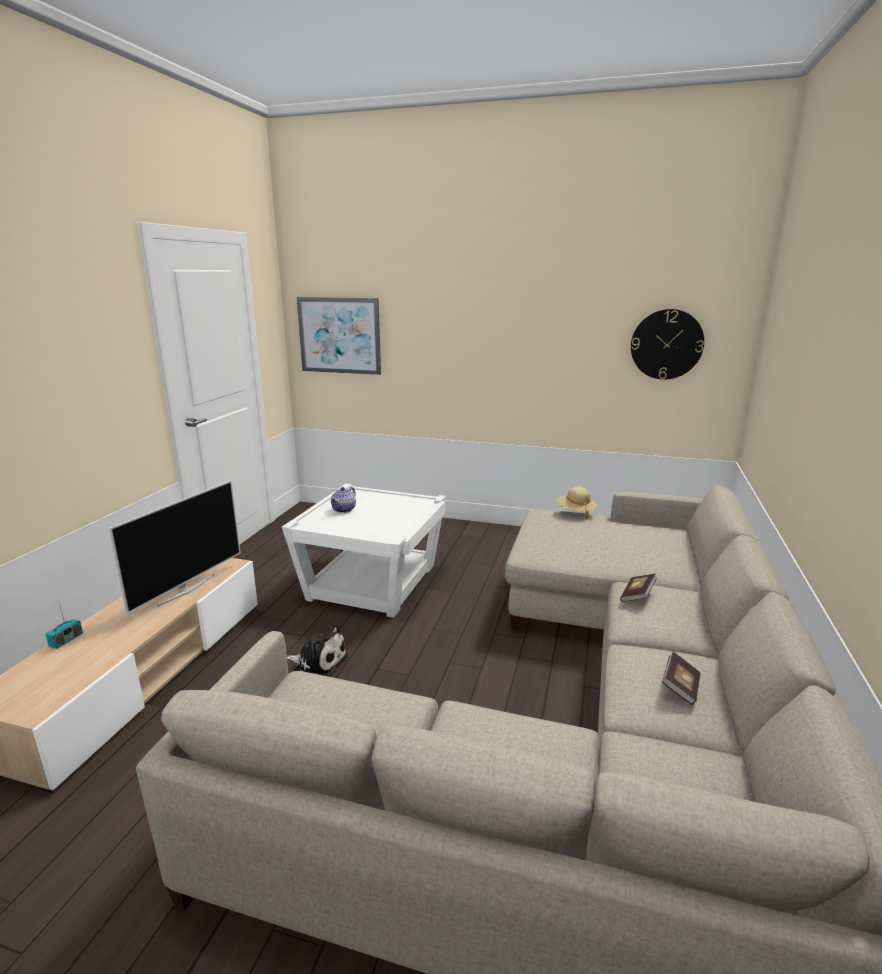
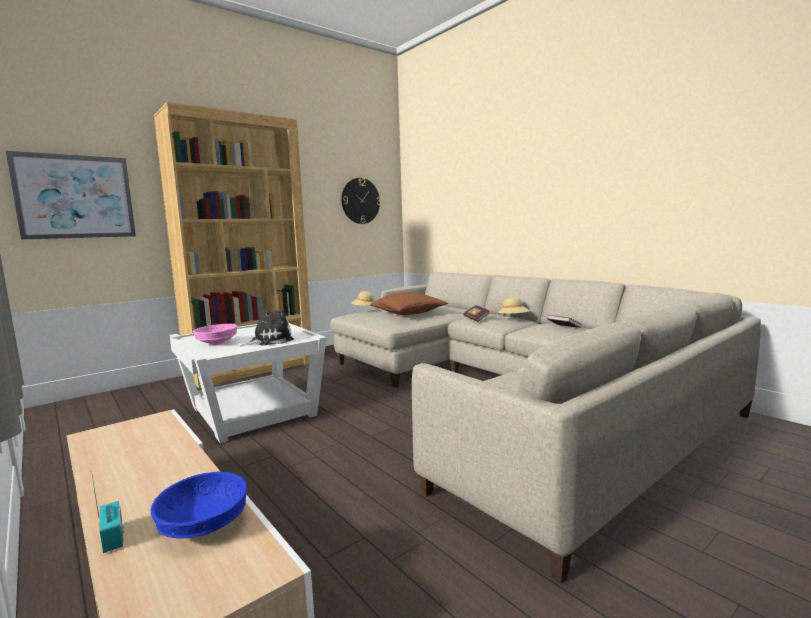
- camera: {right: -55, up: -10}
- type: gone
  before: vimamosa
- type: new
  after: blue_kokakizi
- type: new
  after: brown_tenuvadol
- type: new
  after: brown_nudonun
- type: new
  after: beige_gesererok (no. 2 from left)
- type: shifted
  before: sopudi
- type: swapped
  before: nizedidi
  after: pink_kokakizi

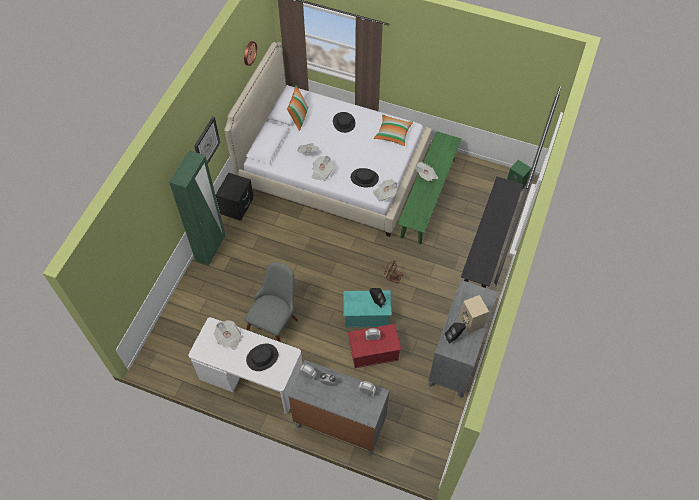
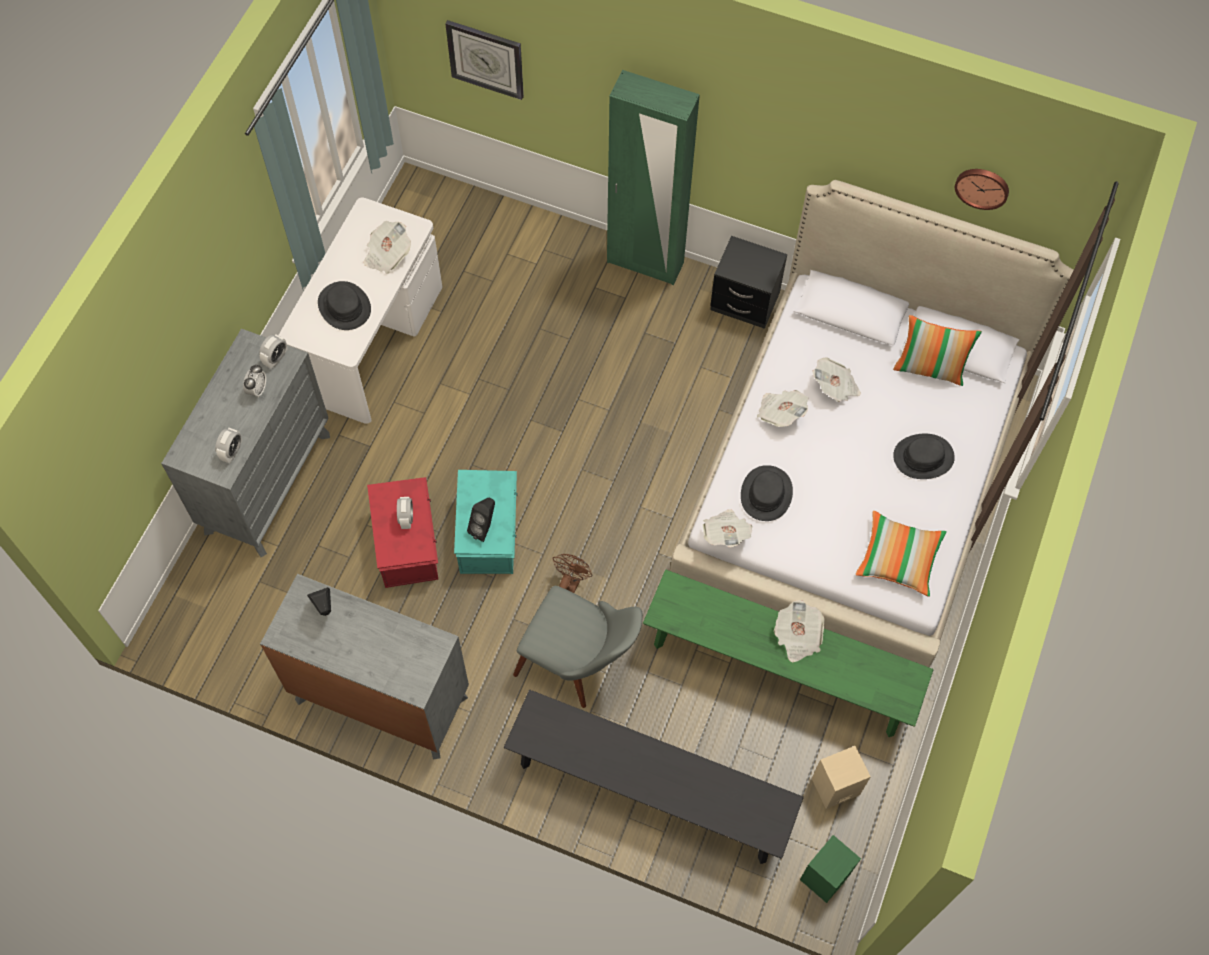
- camera: {right: 90, up: 5}
- type: shifted
  before: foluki (no. 1 from left)
- type: shifted
  before: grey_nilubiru
- type: shifted
  before: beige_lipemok

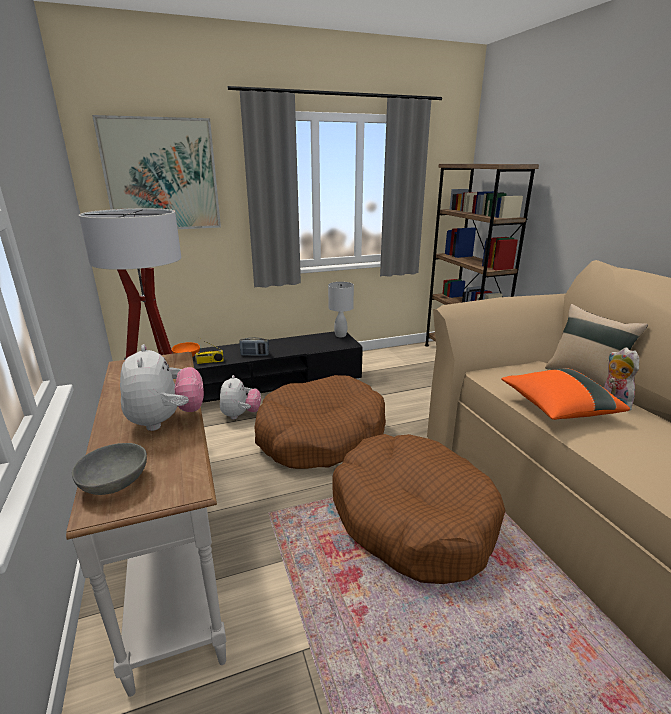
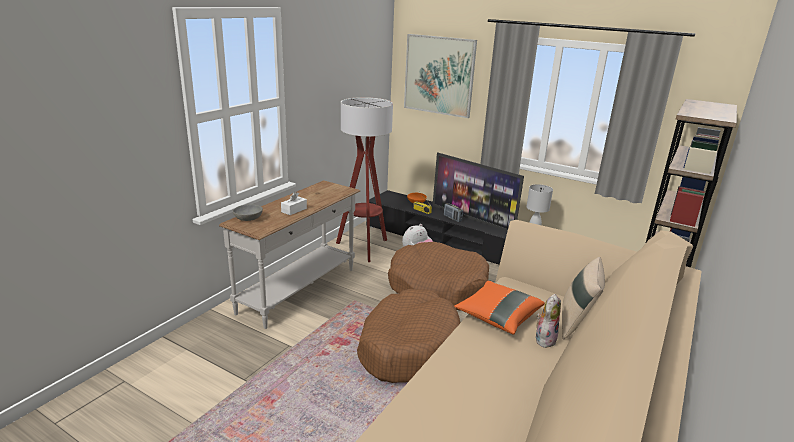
- camera: {right: 50, up: 0}
- type: new
  after: vimamosa
- type: swapped
  before: sopudi (no. 1 from left)
  after: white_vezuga

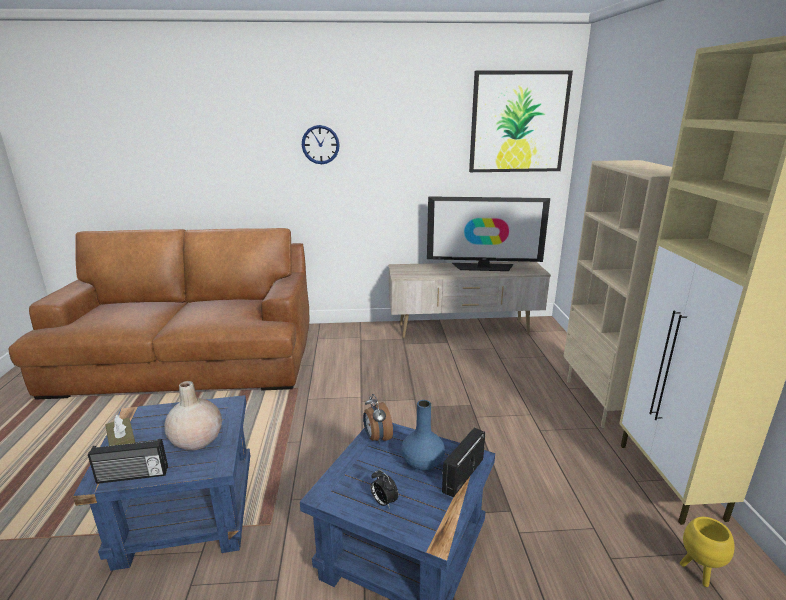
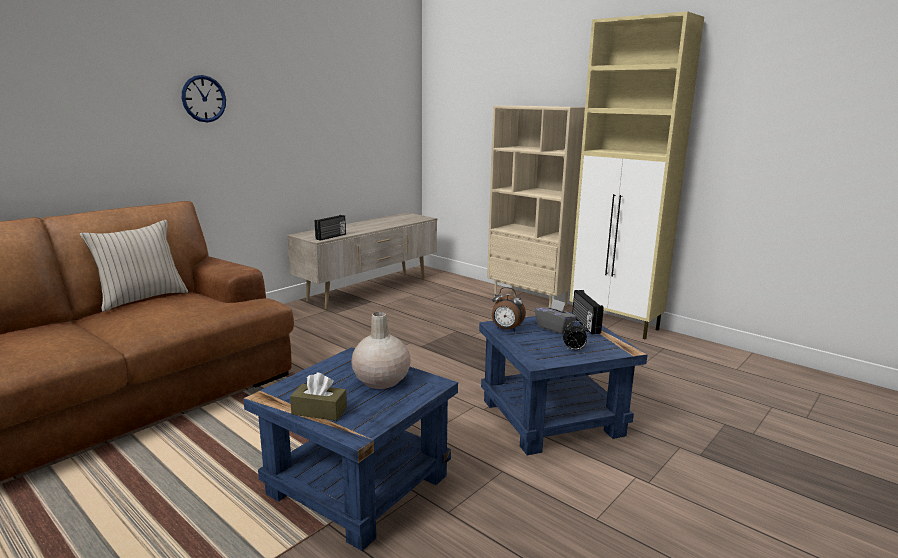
- camera: {right: -45, up: -5}
- type: gone
  before: vimamosa
- type: gone
  before: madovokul
- type: gone
  before: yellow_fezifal
- type: new
  after: beige_nudonun
- type: shifted
  before: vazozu (no. 1 from left)
- type: swapped
  before: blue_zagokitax
  after: grey_vezuga

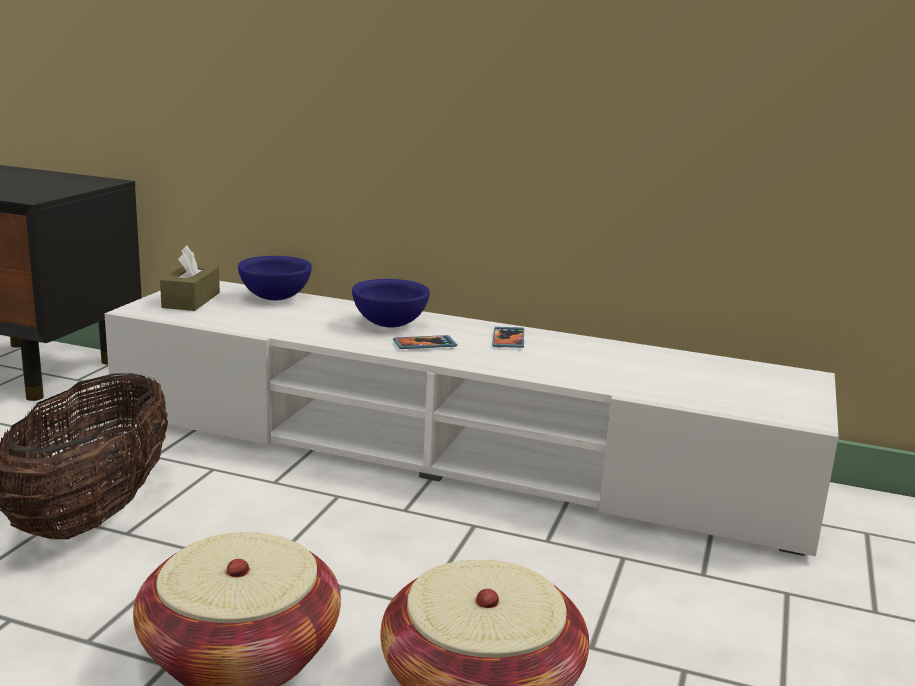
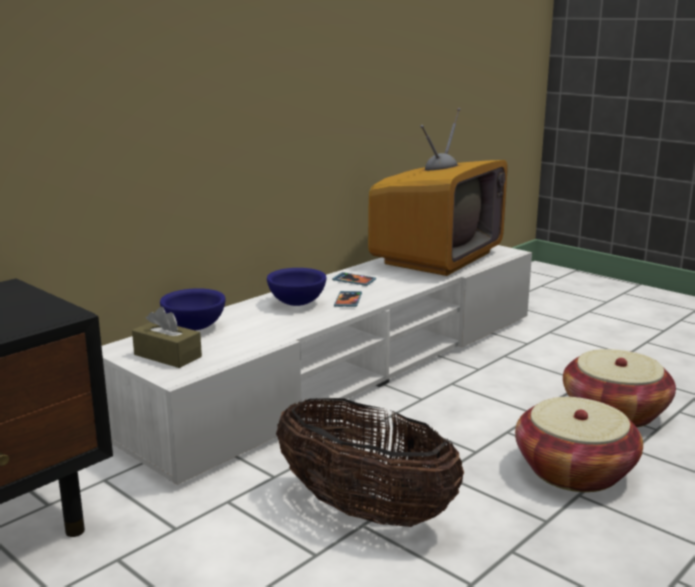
- camera: {right: -65, up: 0}
- type: new
  after: vimamosa

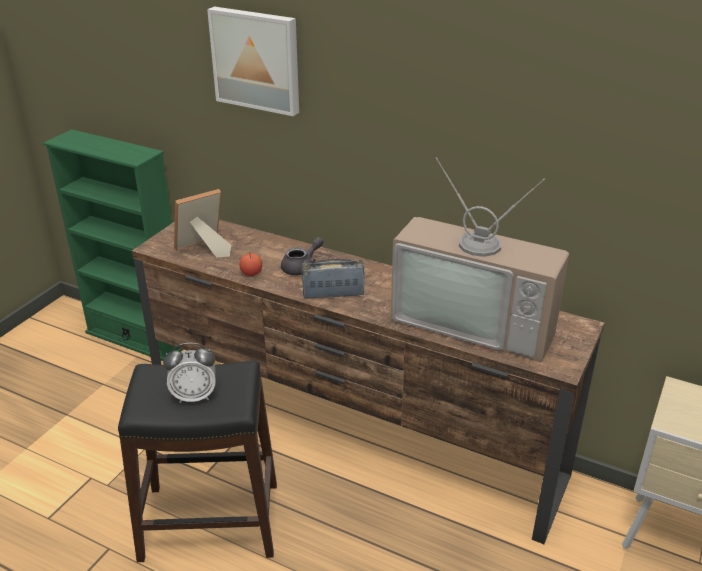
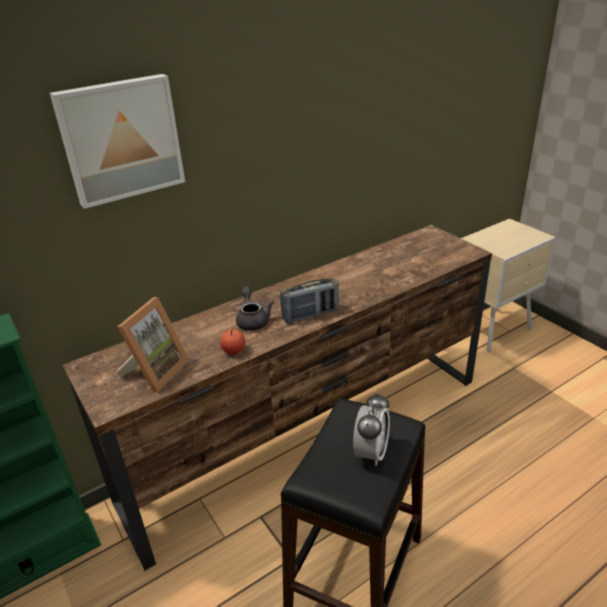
- camera: {right: -60, up: 0}
- type: gone
  before: vimamosa
- type: rotated
  before: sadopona
  turn: -150
- type: rotated
  before: vazozu
  turn: -135

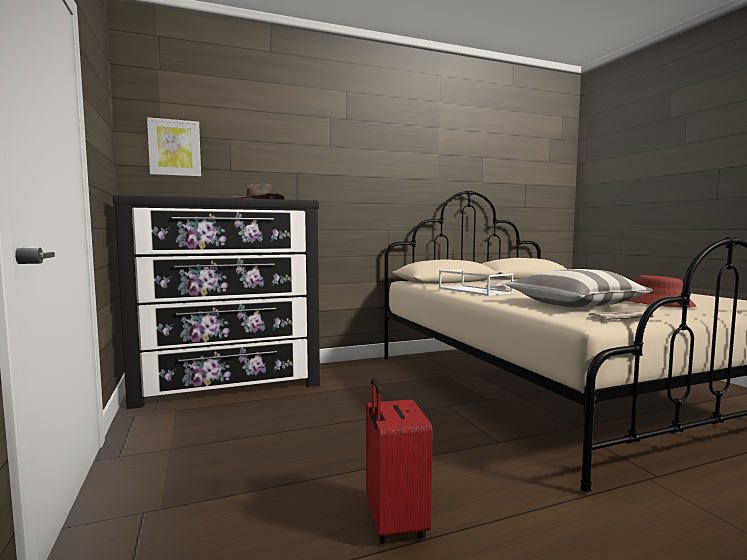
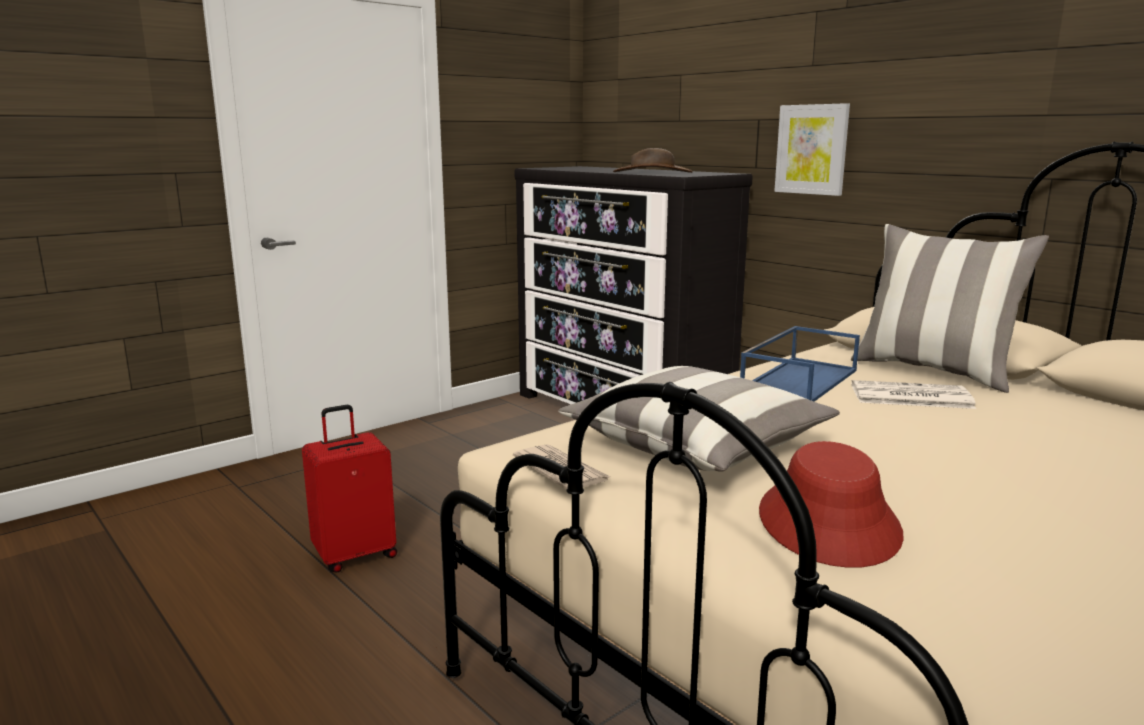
- camera: {right: 70, up: 10}
- type: new
  after: nudonun (no. 2 from left)
- type: shifted
  before: madovokul
- type: repainted
  before: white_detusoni
  after: blue_detusoni

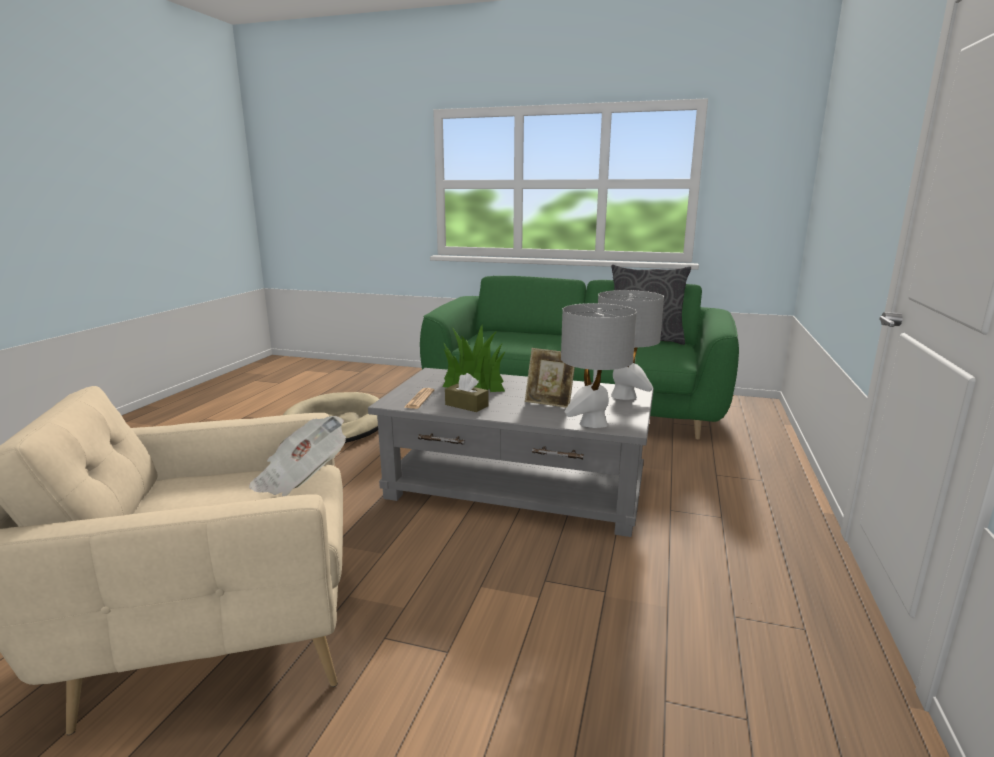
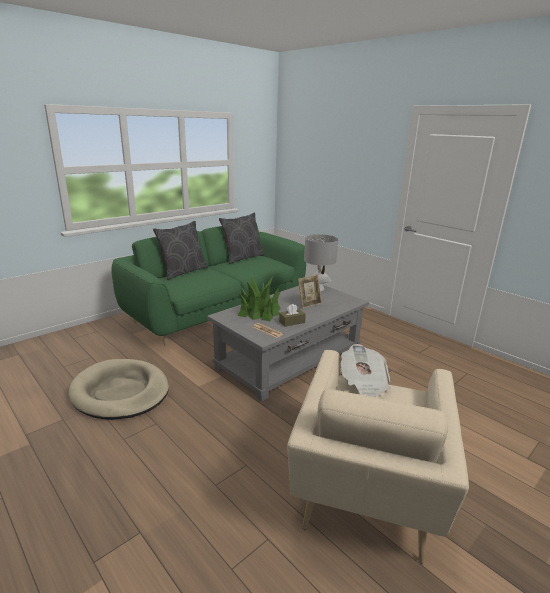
- camera: {right: -60, up: 5}
- type: gone
  before: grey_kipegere (no. 1 from left)
- type: new
  after: grey_nudonun (no. 1 from left)

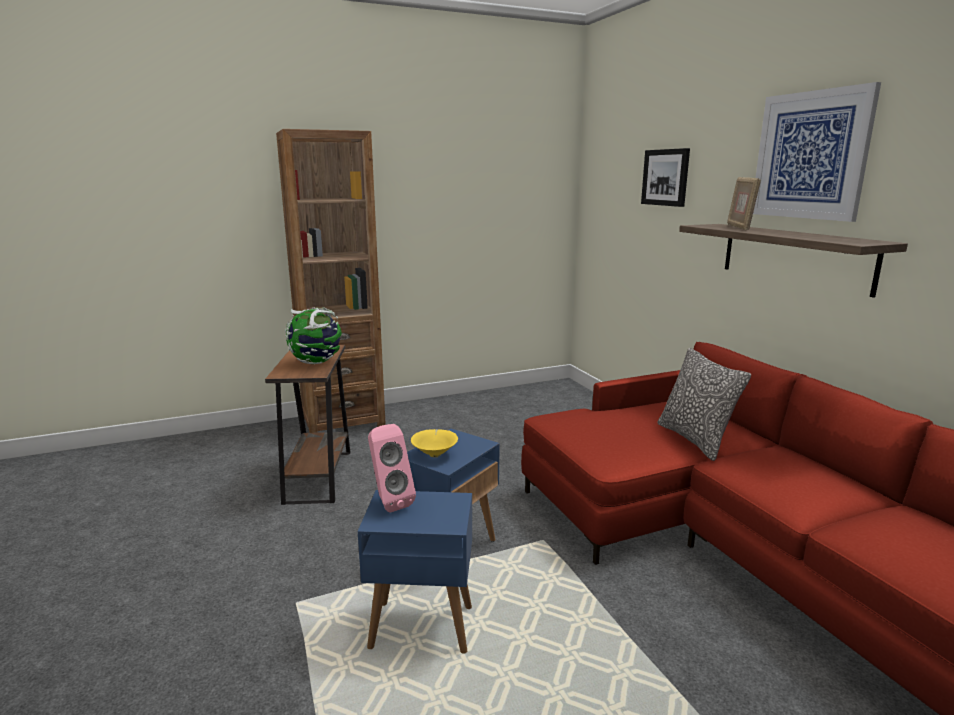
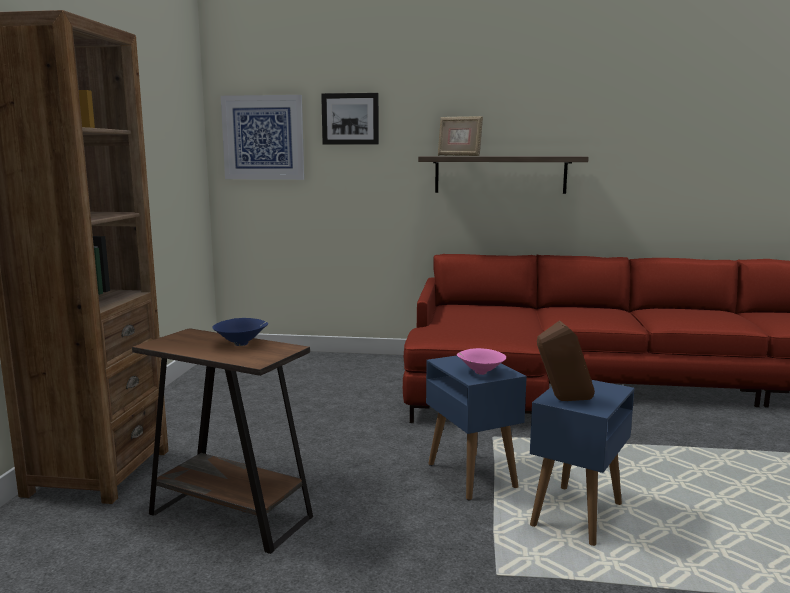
- camera: {right: -60, up: -5}
- type: gone
  before: nudonun
- type: shifted
  before: madovokul (no. 2 from left in the first image)
  after: madovokul (no. 1 from left)
- type: swapped
  before: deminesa
  after: blue_kokakizi
- type: repainted
  before: pink_lipemok
  after: brown_lipemok
- type: repainted
  before: yellow_kokakizi
  after: pink_kokakizi

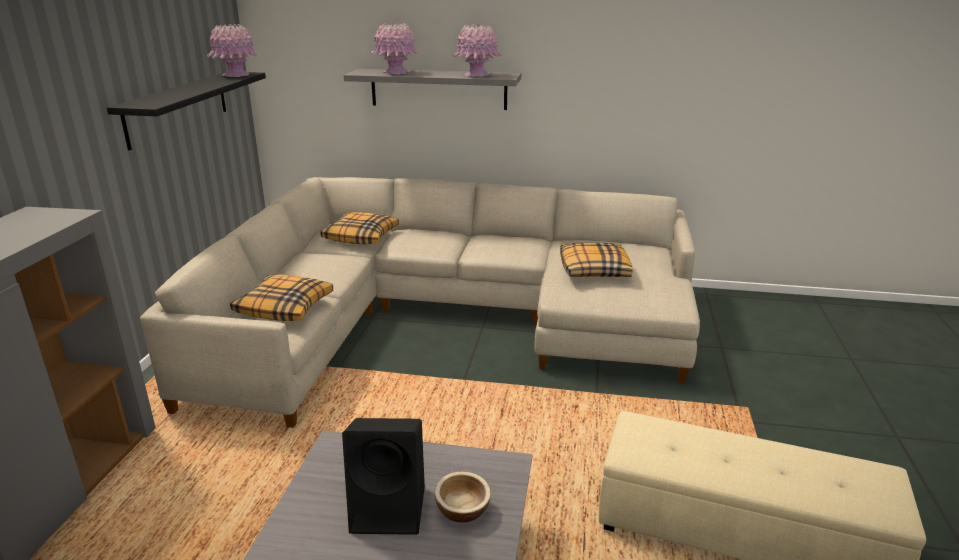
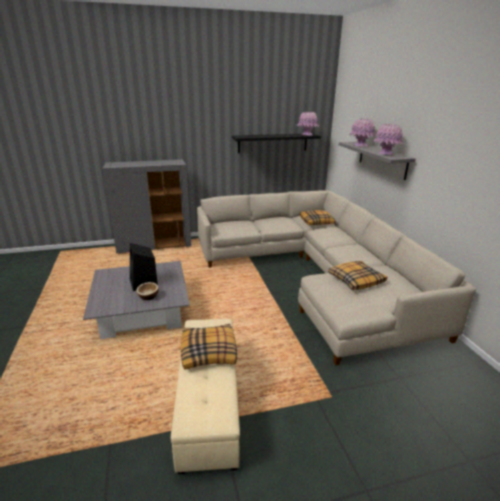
- camera: {right: 65, up: 0}
- type: shifted
  before: nudonun (no. 1 from left)

